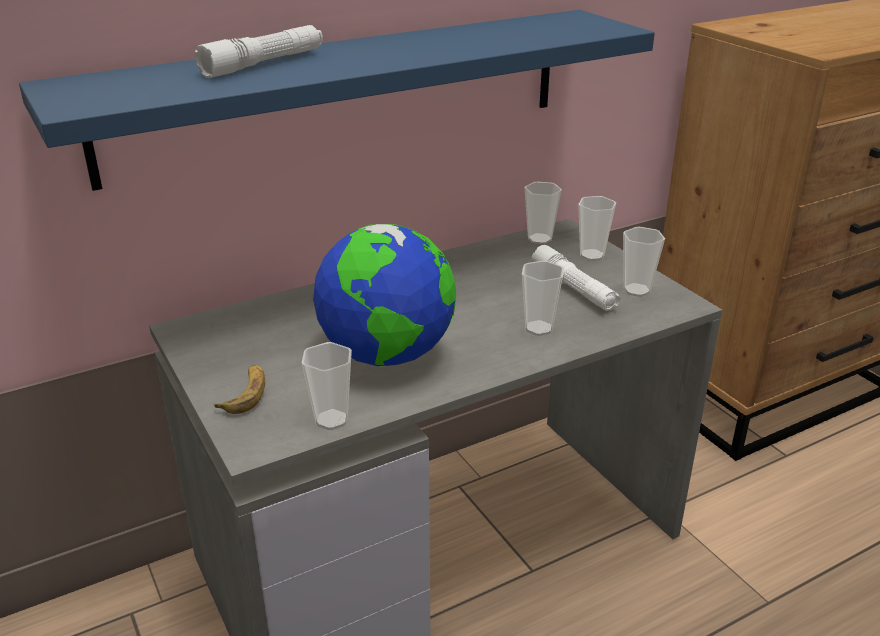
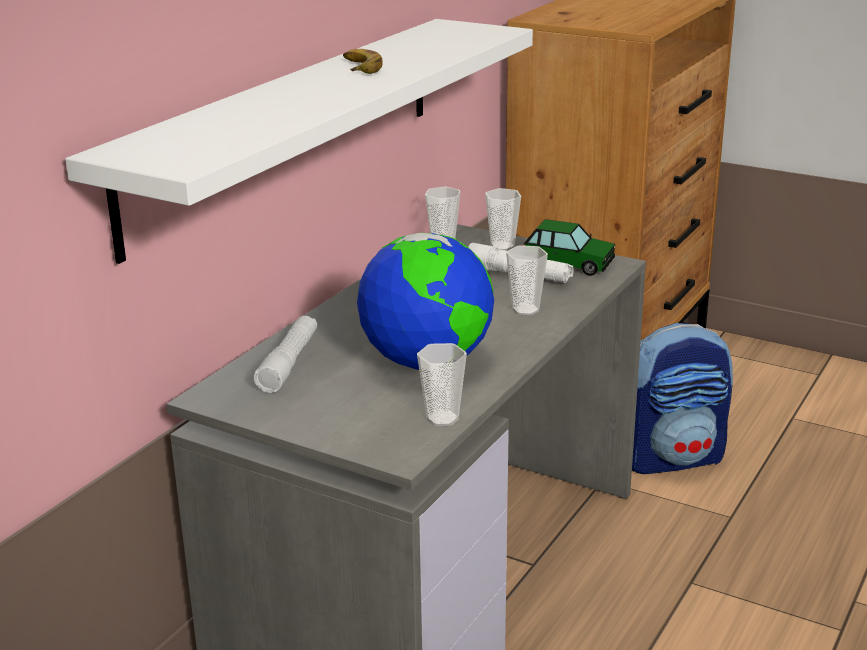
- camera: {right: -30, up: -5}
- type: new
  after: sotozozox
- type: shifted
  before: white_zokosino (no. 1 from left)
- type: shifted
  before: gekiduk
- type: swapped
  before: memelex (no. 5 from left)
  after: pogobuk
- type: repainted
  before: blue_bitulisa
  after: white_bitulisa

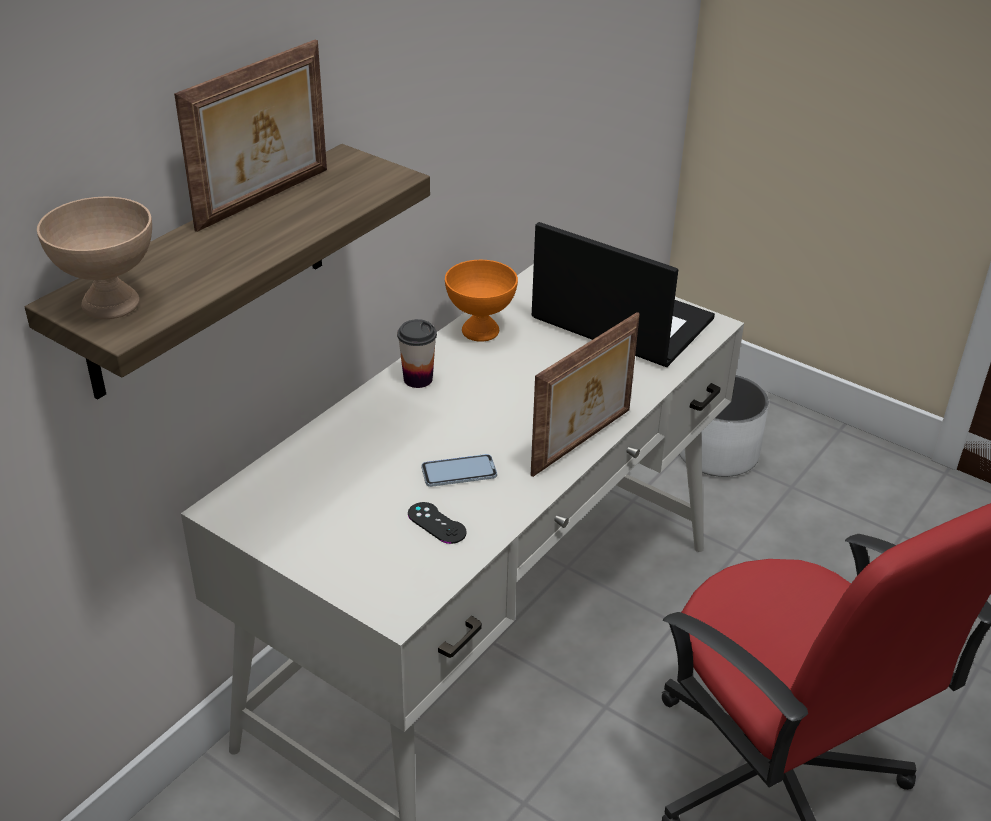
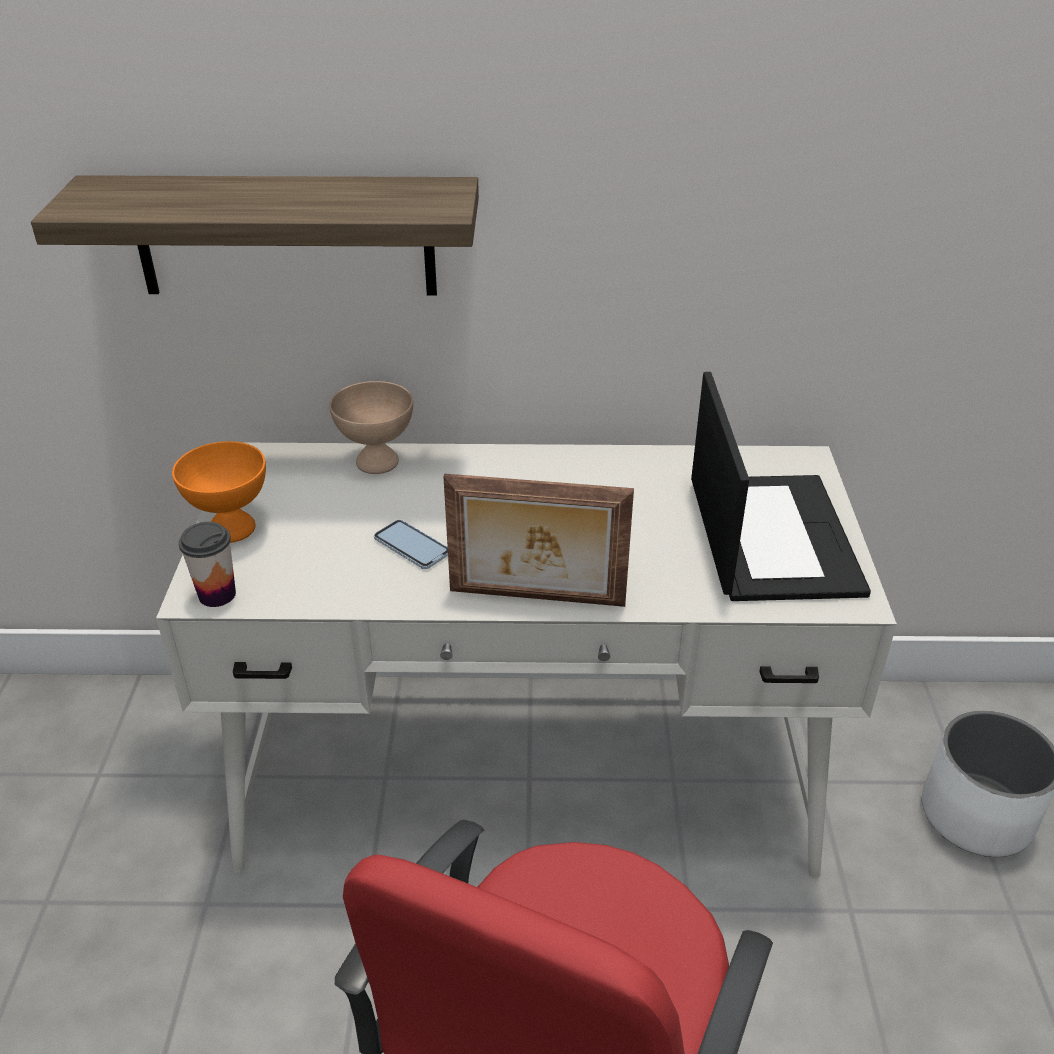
- camera: {right: 55, up: 0}
- type: gone
  before: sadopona (no. 1 from left)
- type: gone
  before: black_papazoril
- type: shifted
  before: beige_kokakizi
- type: shifted
  before: memelex
- type: shifted
  before: orange_kokakizi

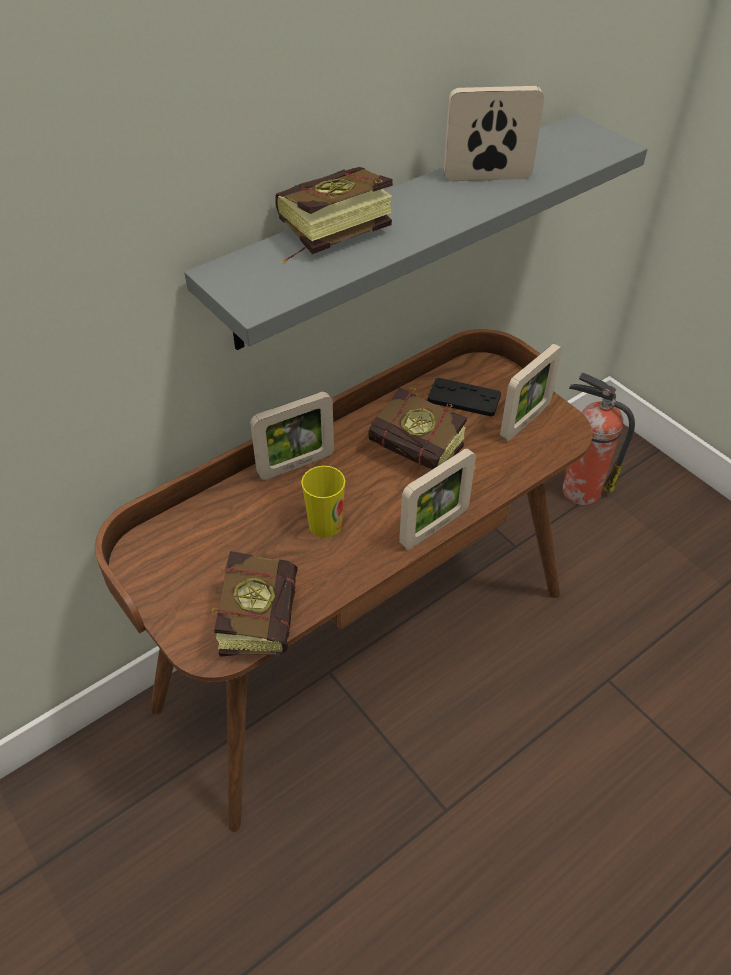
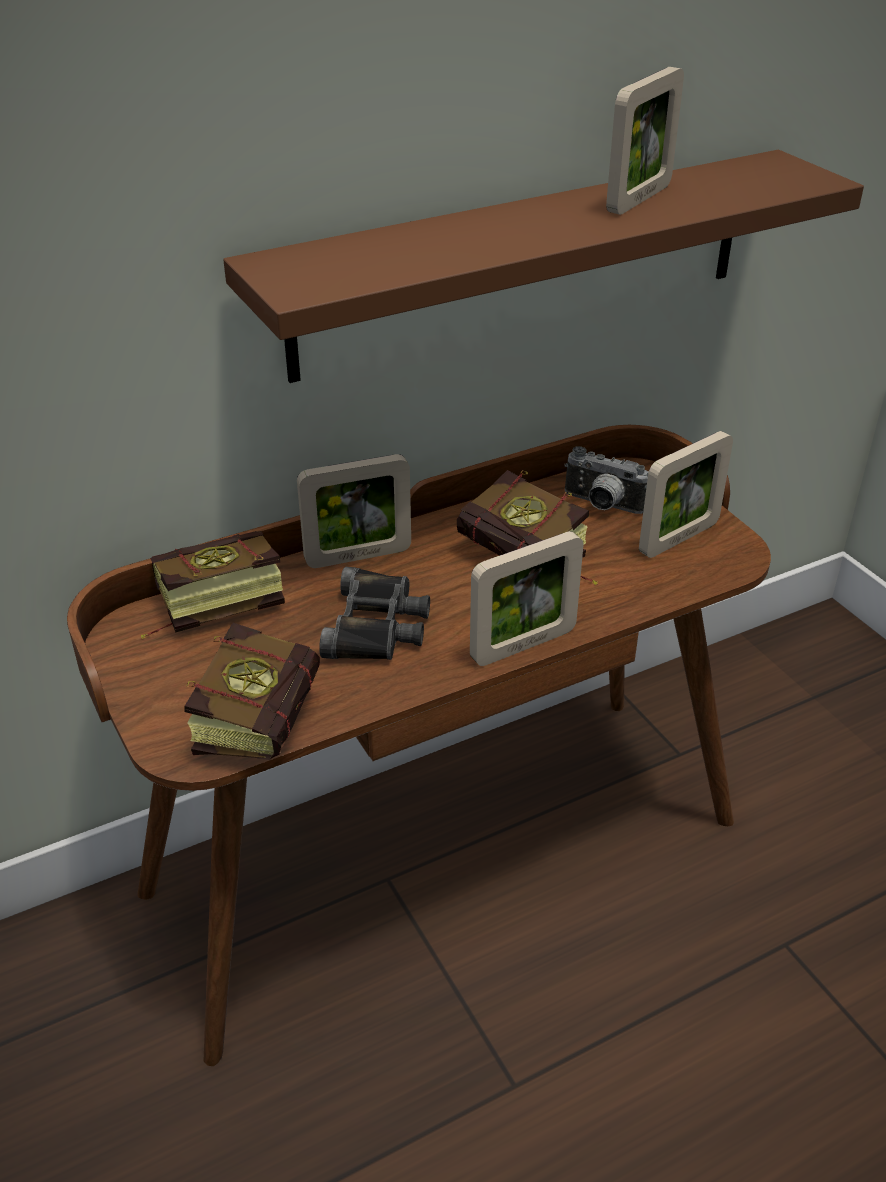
- camera: {right: 10, up: -10}
- type: gone
  before: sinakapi
- type: shifted
  before: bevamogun (no. 2 from left in the first image)
  after: bevamogun (no. 1 from left)
- type: swapped
  before: memelex
  after: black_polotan
- type: swapped
  before: black_papazoril
  after: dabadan
- type: repainted
  before: grey_bitulisa
  after: brown_bitulisa
- type: rotated
  before: sadopona (no. 3 from left)
  turn: 120

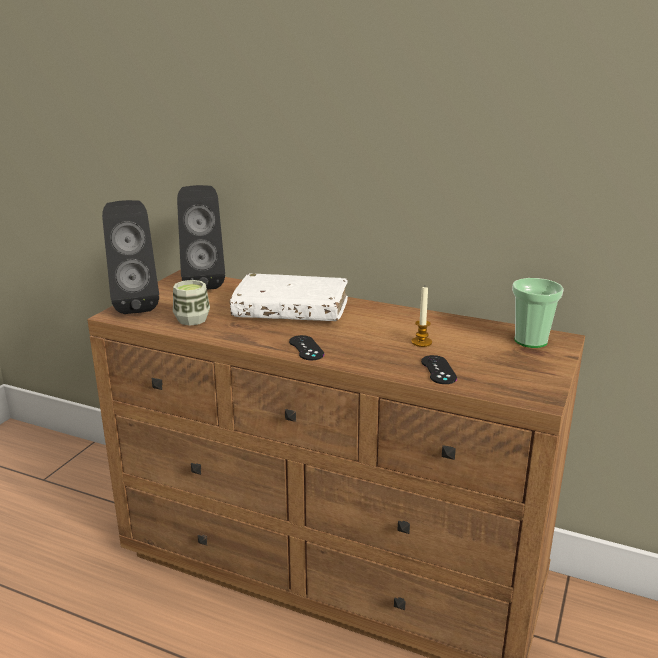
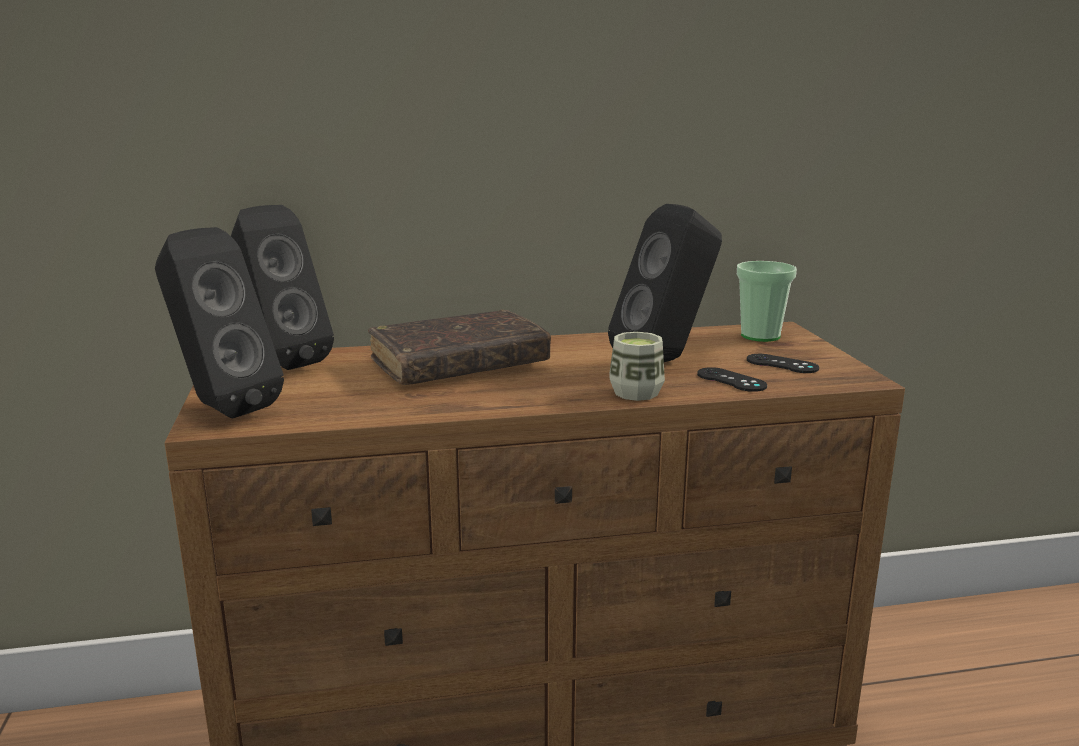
- camera: {right: -35, up: -5}
- type: shifted
  before: memelex (no. 1 from left)
- type: shifted
  before: black_papazoril (no. 1 from left in the first image)
  after: black_papazoril (no. 2 from left)
- type: swapped
  before: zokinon
  after: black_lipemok (no. 3 from left)
- type: repainted
  before: white_bevamogun
  after: brown_bevamogun

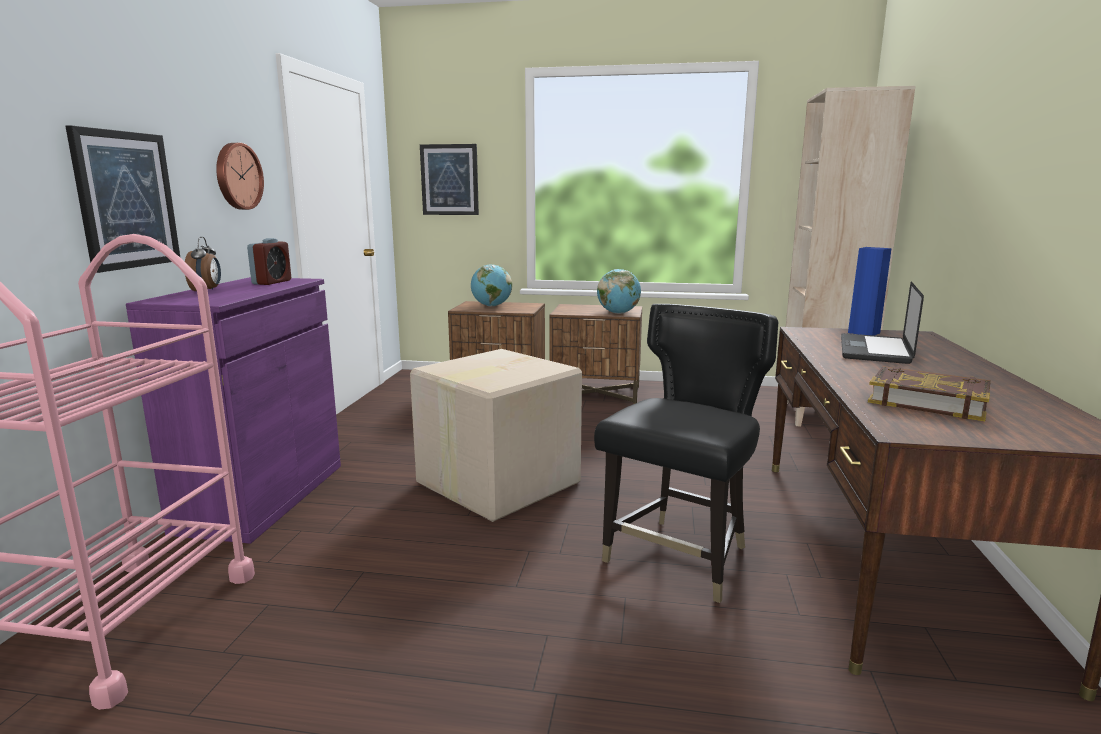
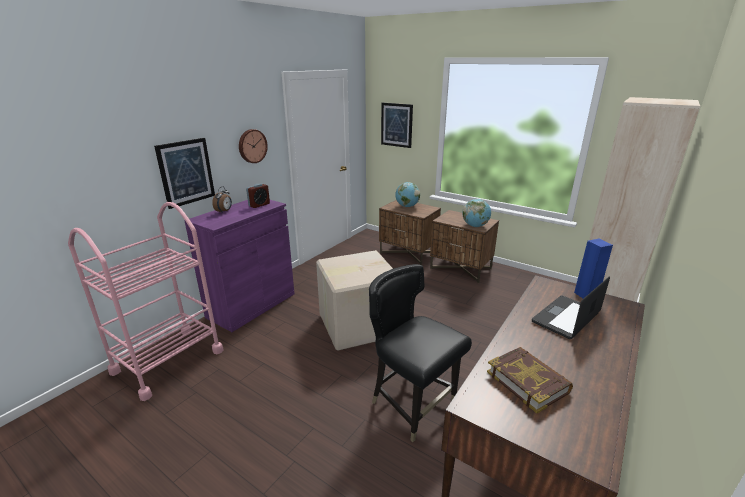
- camera: {right: 25, up: 10}
- type: rotated
  before: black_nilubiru
  turn: -105

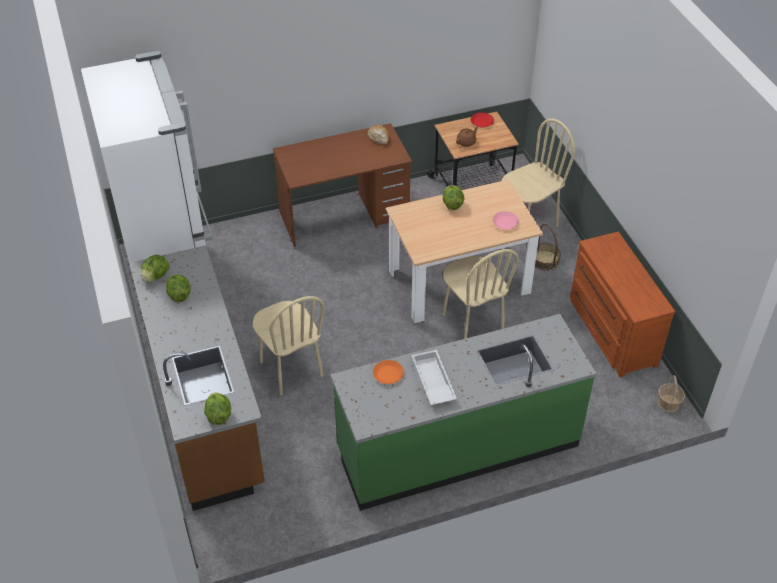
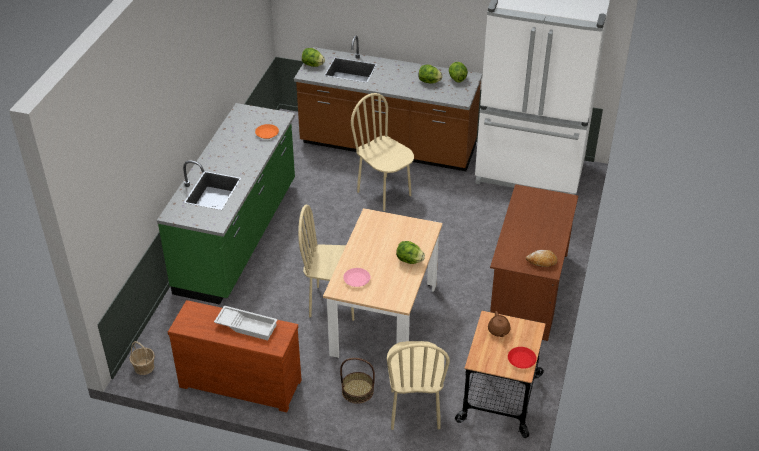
- camera: {right: 125, up: -5}
- type: shifted
  before: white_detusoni
- type: rotated
  before: beige_nilubiru (no. 1 from left in the first image)
  turn: 45

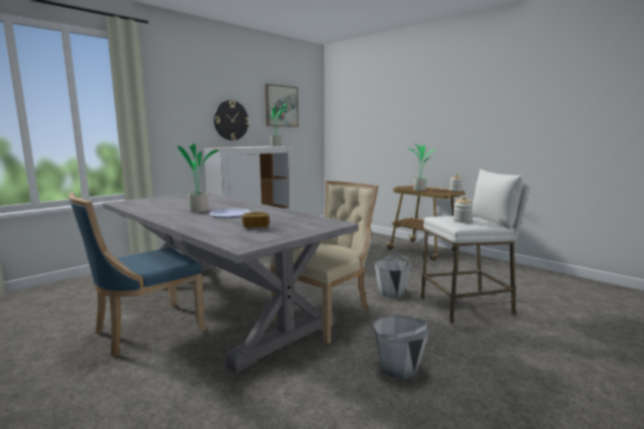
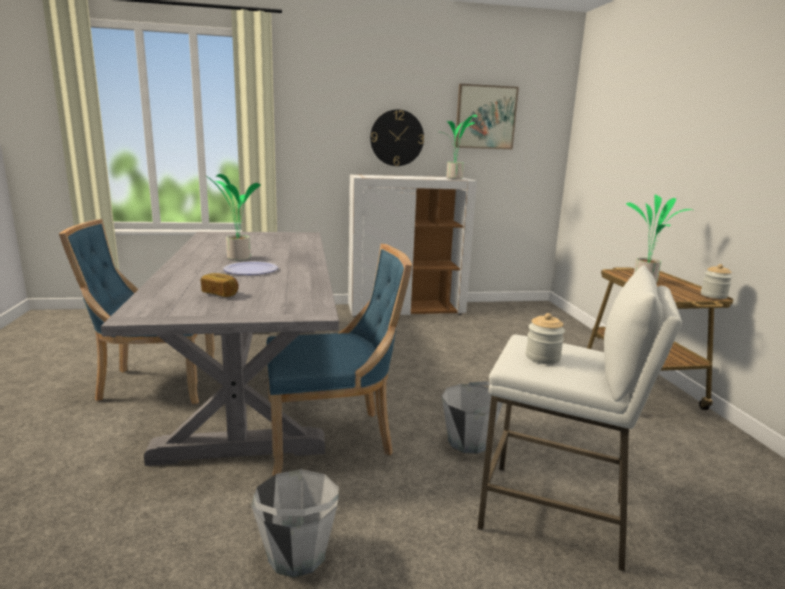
- camera: {right: 35, up: 5}
- type: repainted
  before: beige_nilubiru
  after: blue_nilubiru (no. 2 from left)

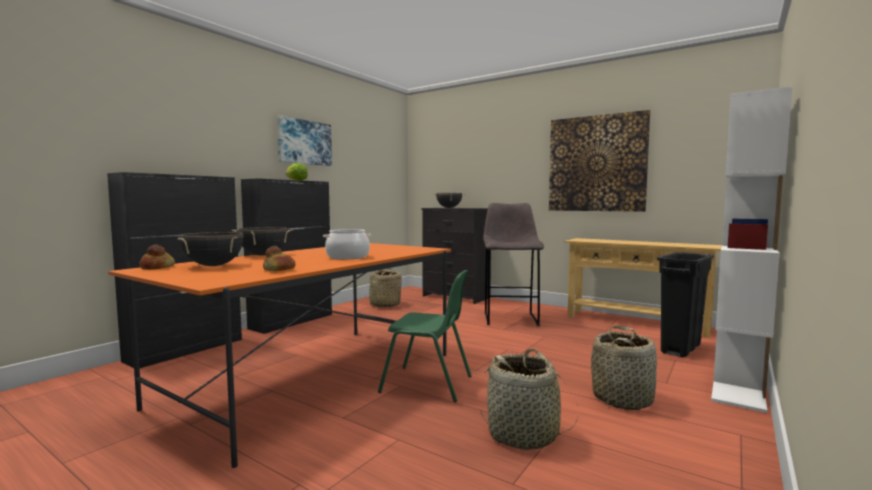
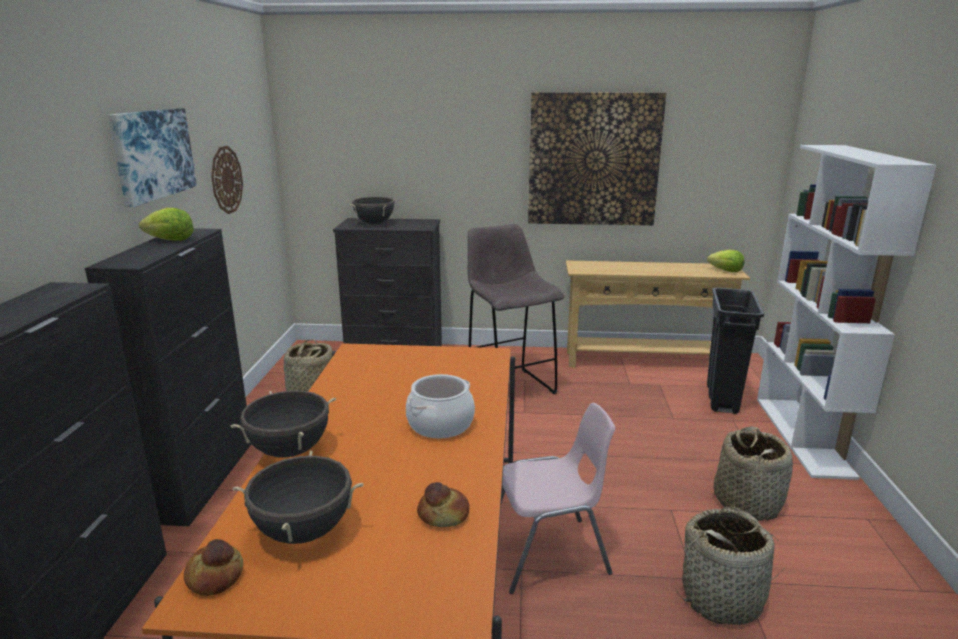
- camera: {right: -30, up: 15}
- type: new
  after: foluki
- type: new
  after: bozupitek (no. 2 from left)
- type: repainted
  before: green_nilubiru
  after: pink_nilubiru

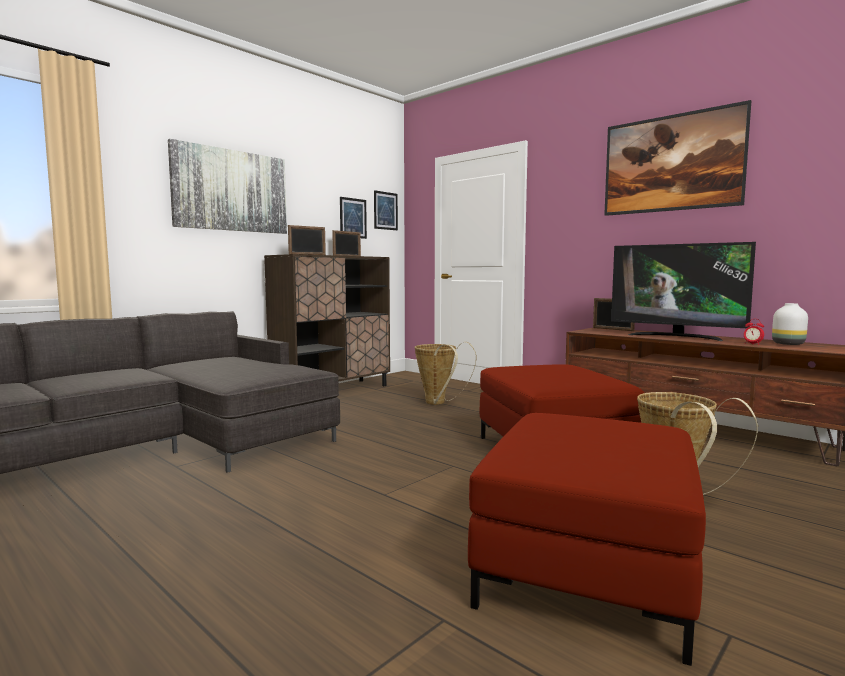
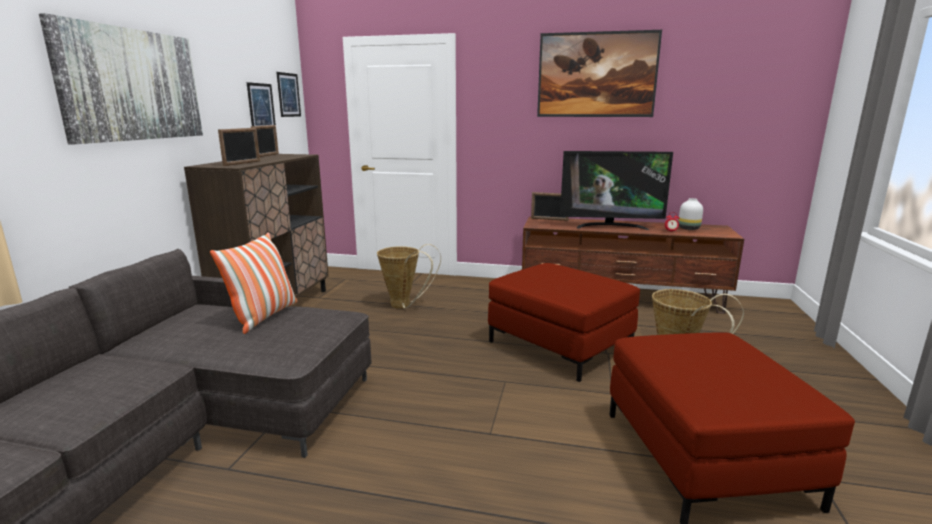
- camera: {right: -30, up: 10}
- type: new
  after: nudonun

